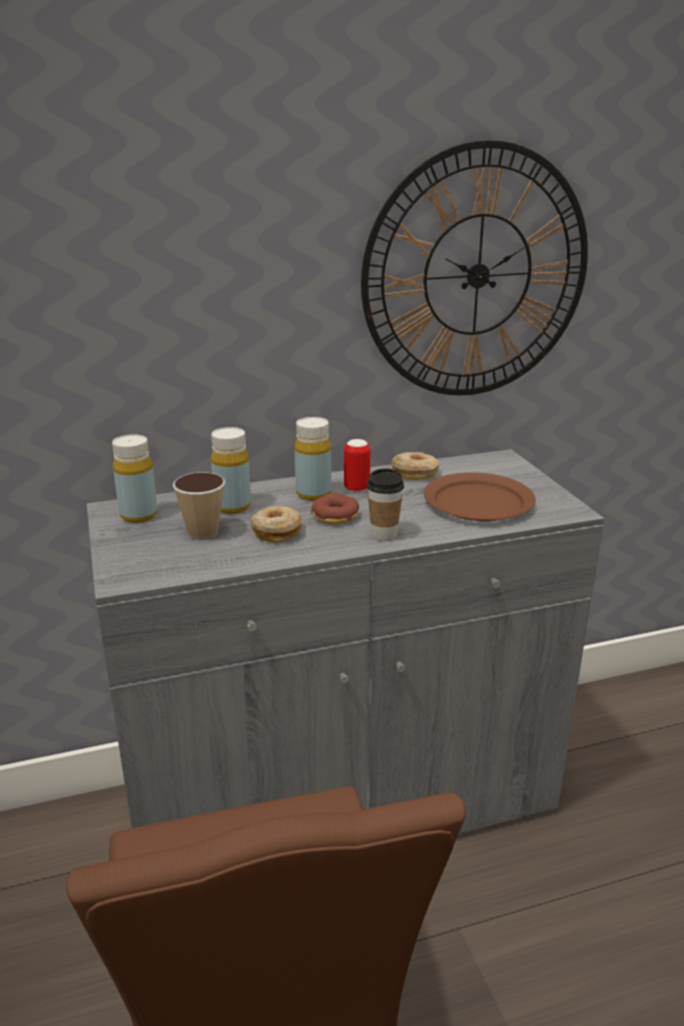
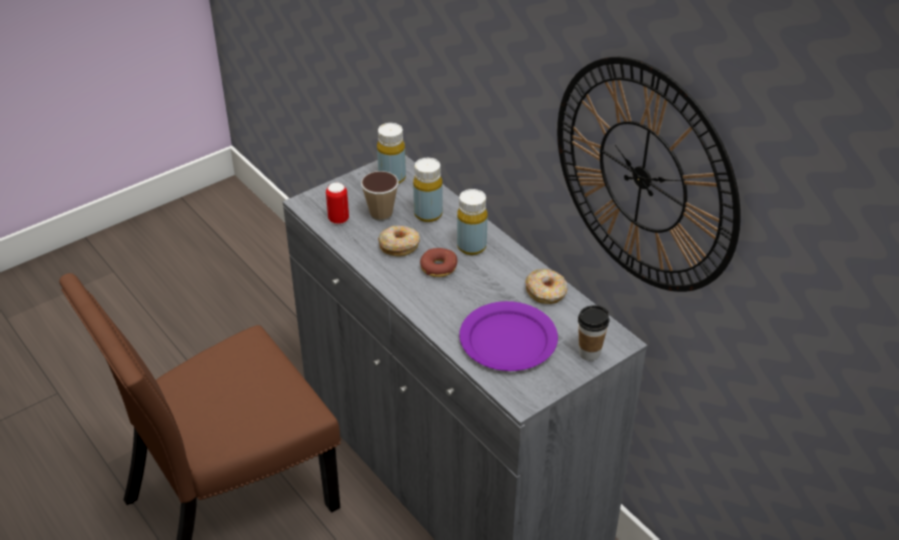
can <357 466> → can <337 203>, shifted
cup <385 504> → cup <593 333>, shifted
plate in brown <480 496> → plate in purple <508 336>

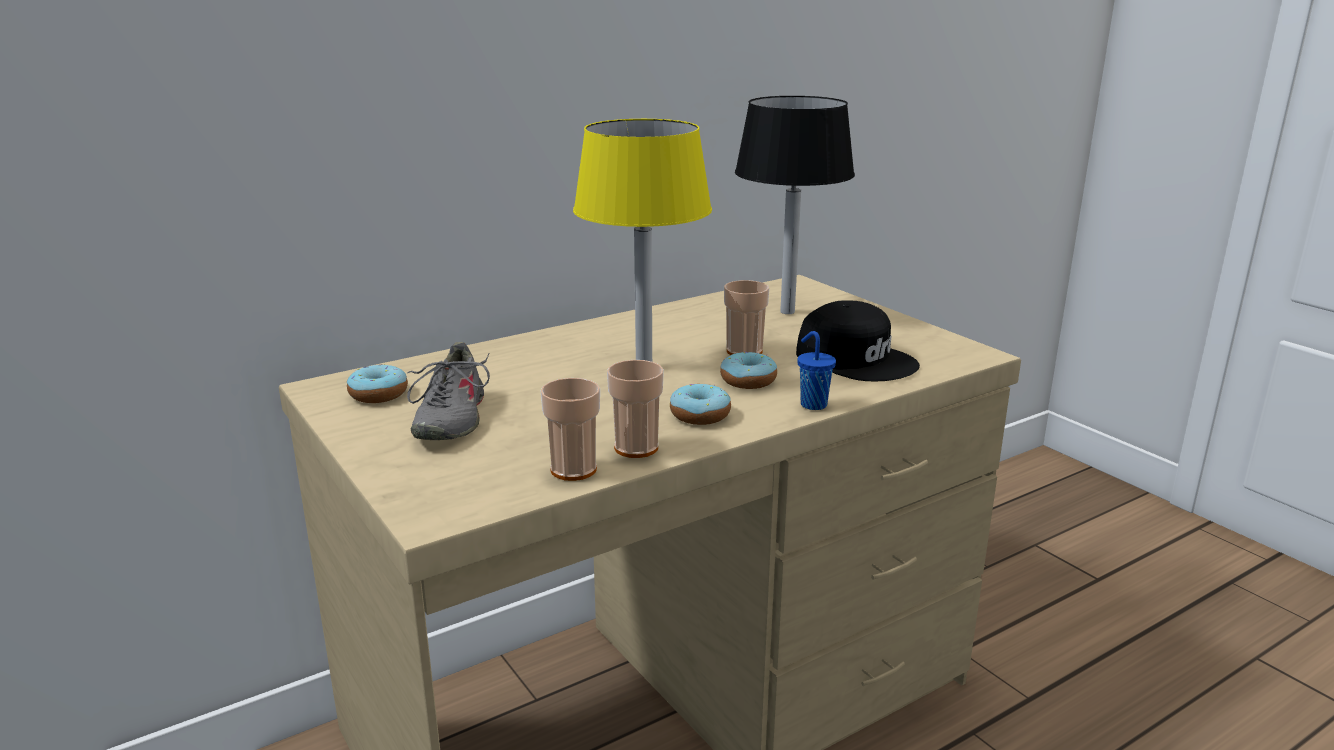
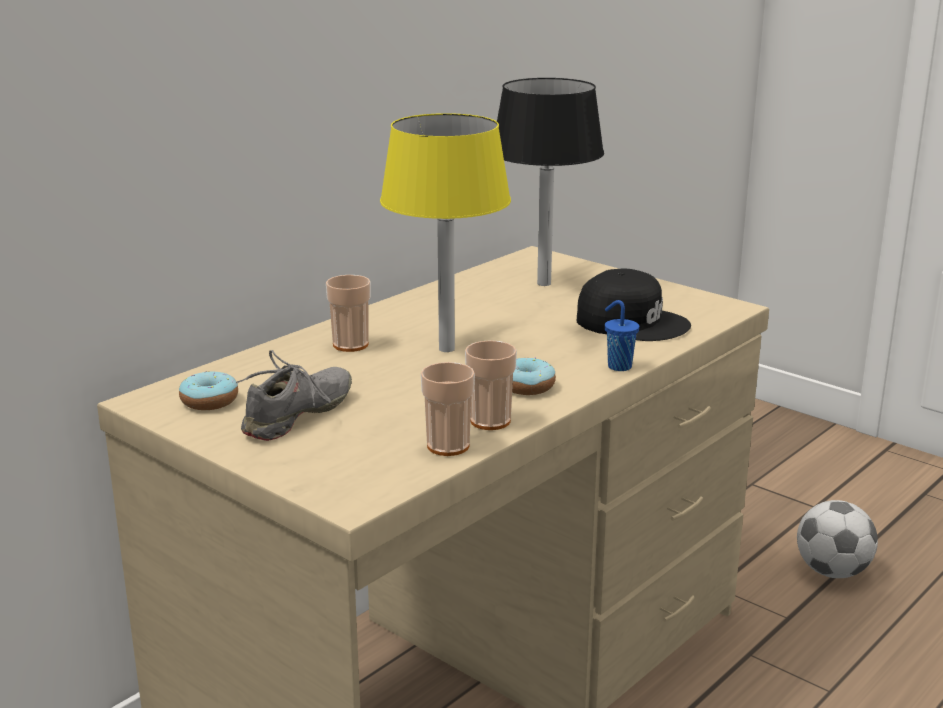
cup <746 317> → cup <348 313>, shifted
shoe in grey <448 391> → shoe in grey <294 395>, 135 degrees counterclockwise
donut <748 370> → -
- → football <837 539>

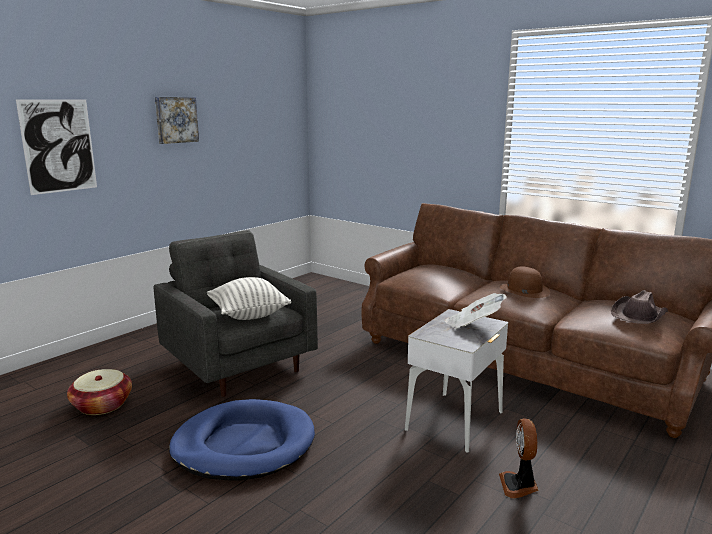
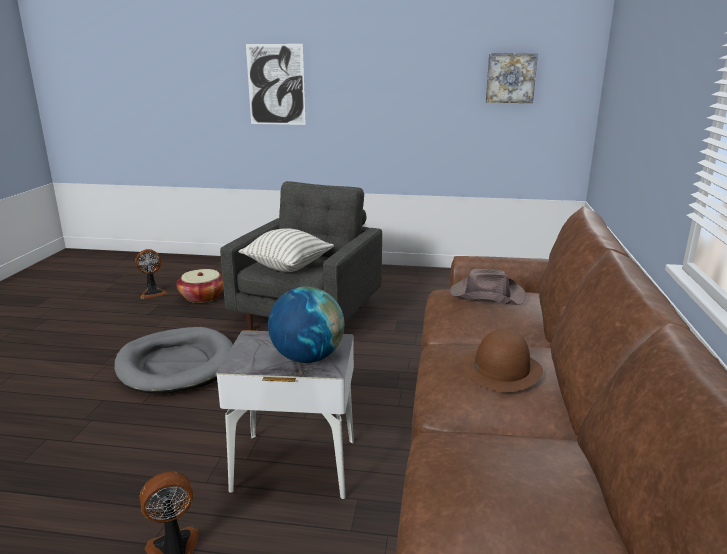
picture <177 120> → picture <512 78>, shifted
hat in brown <639 307> → hat in brown <488 287>, shifted
newspaper <476 311> → globe <306 325>
dog bed in blue <242 440> → dog bed in grey <173 360>
- → fan <151 274>

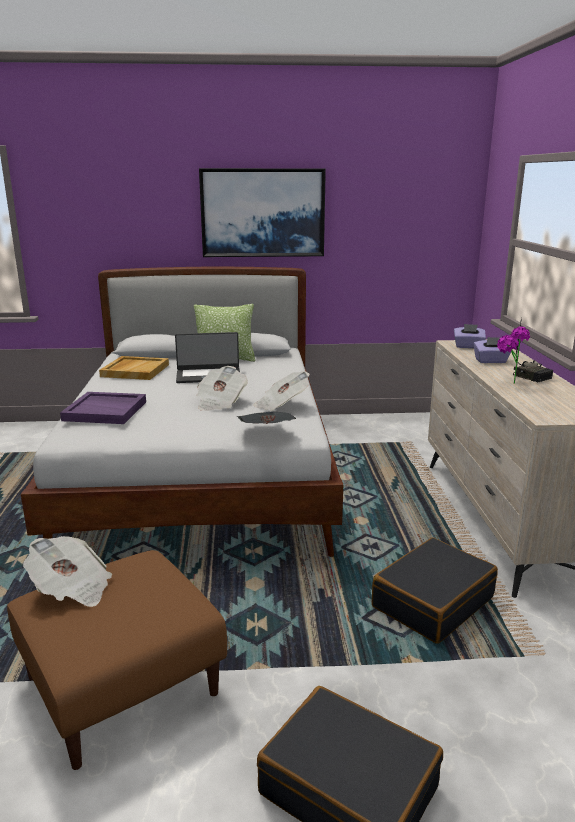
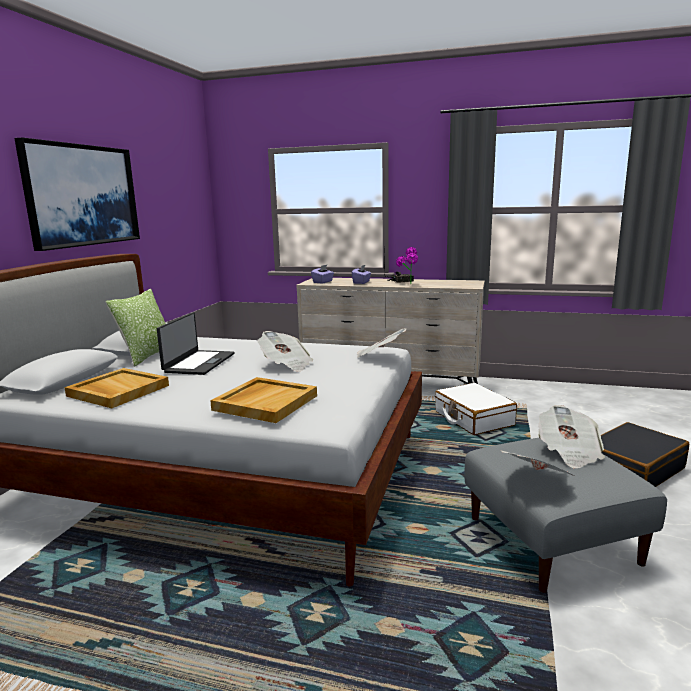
newspaper <282 391> → newspaper <571 436>, shifted
tray in purple <103 408> → tray in beige <263 400>
suitcase in black <435 591> → suitcase in white <476 409>
ottoman in brown <117 660> → ottoman in grey <565 515>

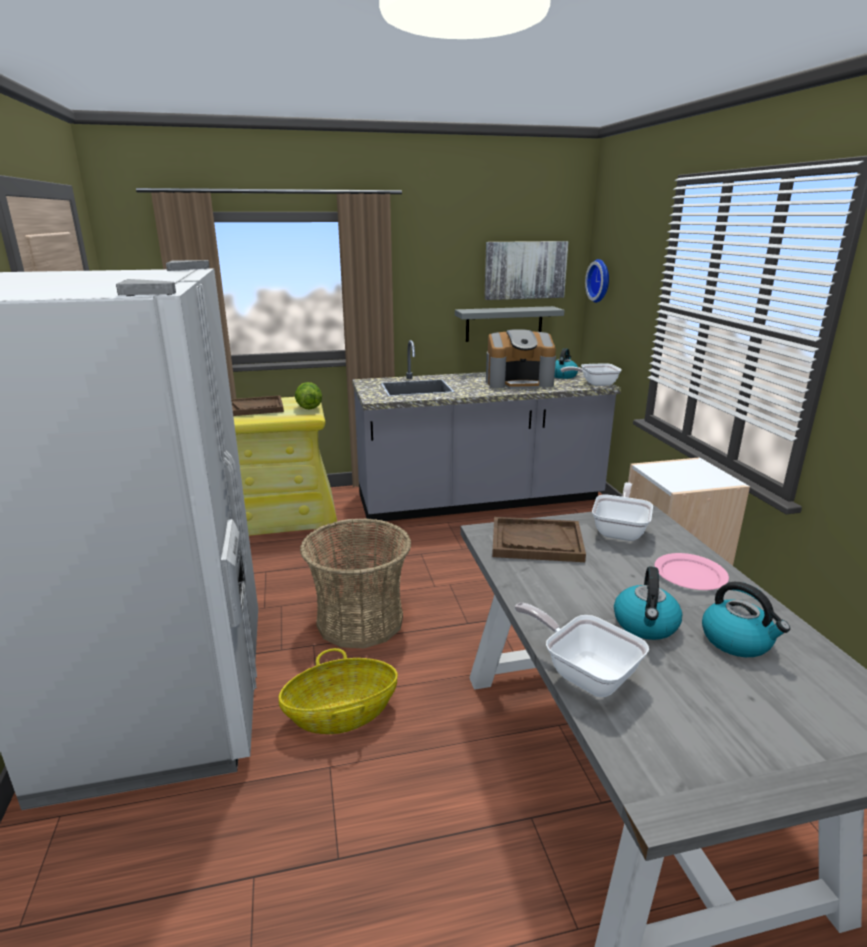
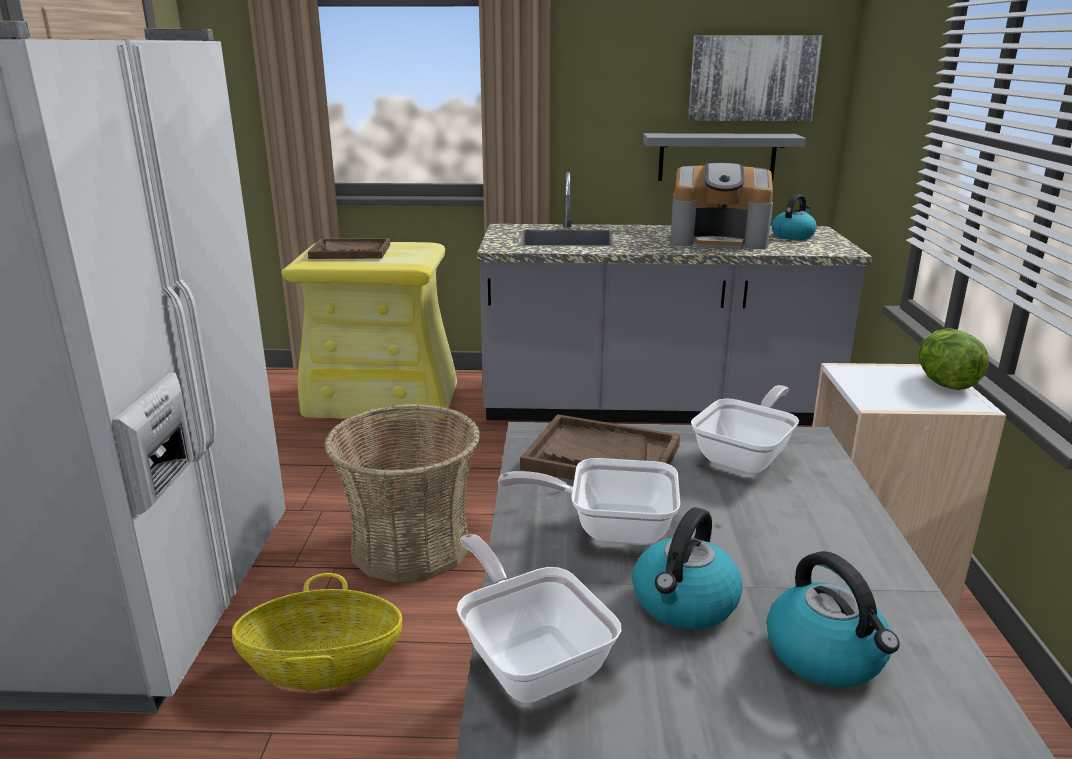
wall clock <597 281> → -
frying pan <591 374> → frying pan <589 501>, shifted
lettuce <308 395> → lettuce <954 359>, shifted
plate in pink <692 571> → -

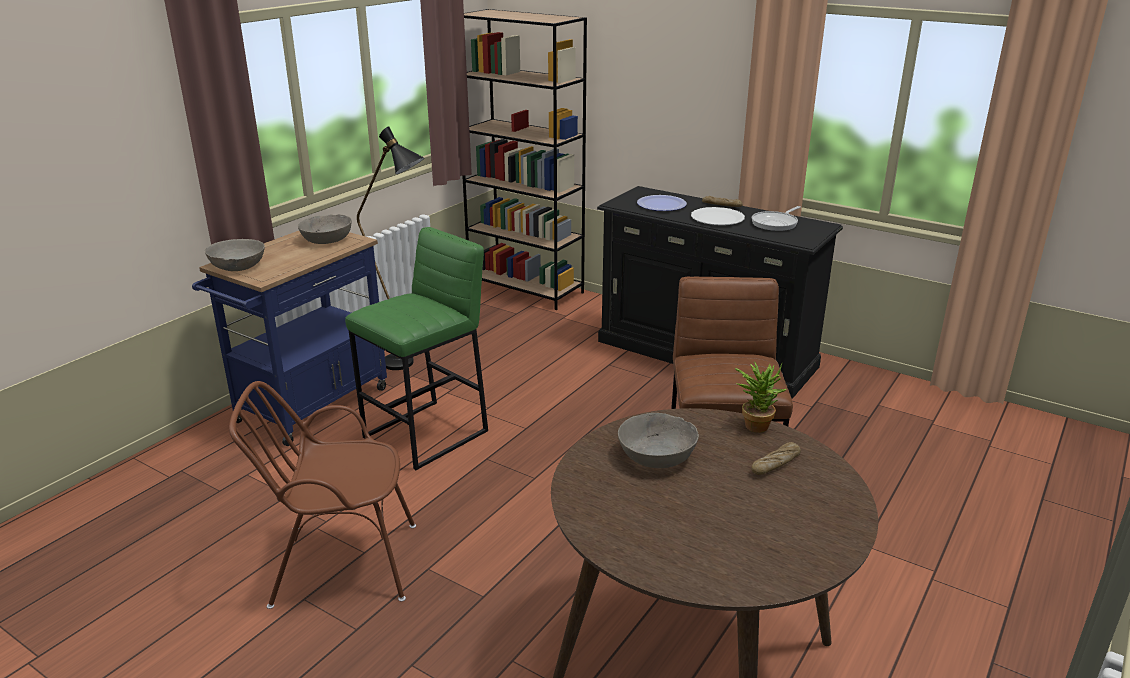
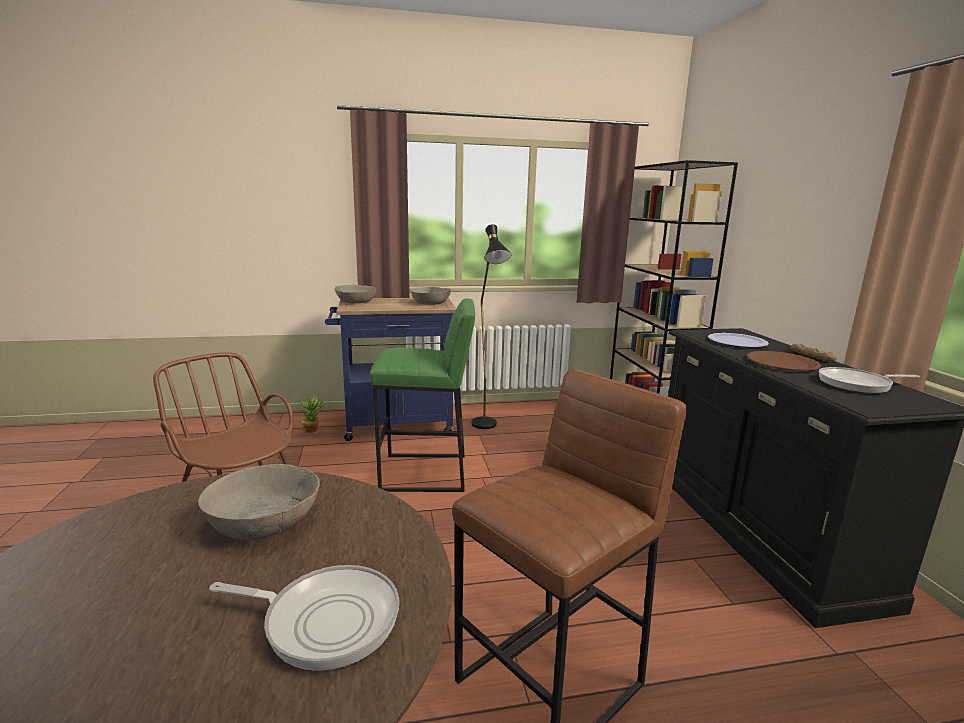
plate in white <718 216> → plate in brown <784 361>
potted plant <761 397> → potted plant <312 415>, shifted
bread <776 458> → frying pan <304 618>

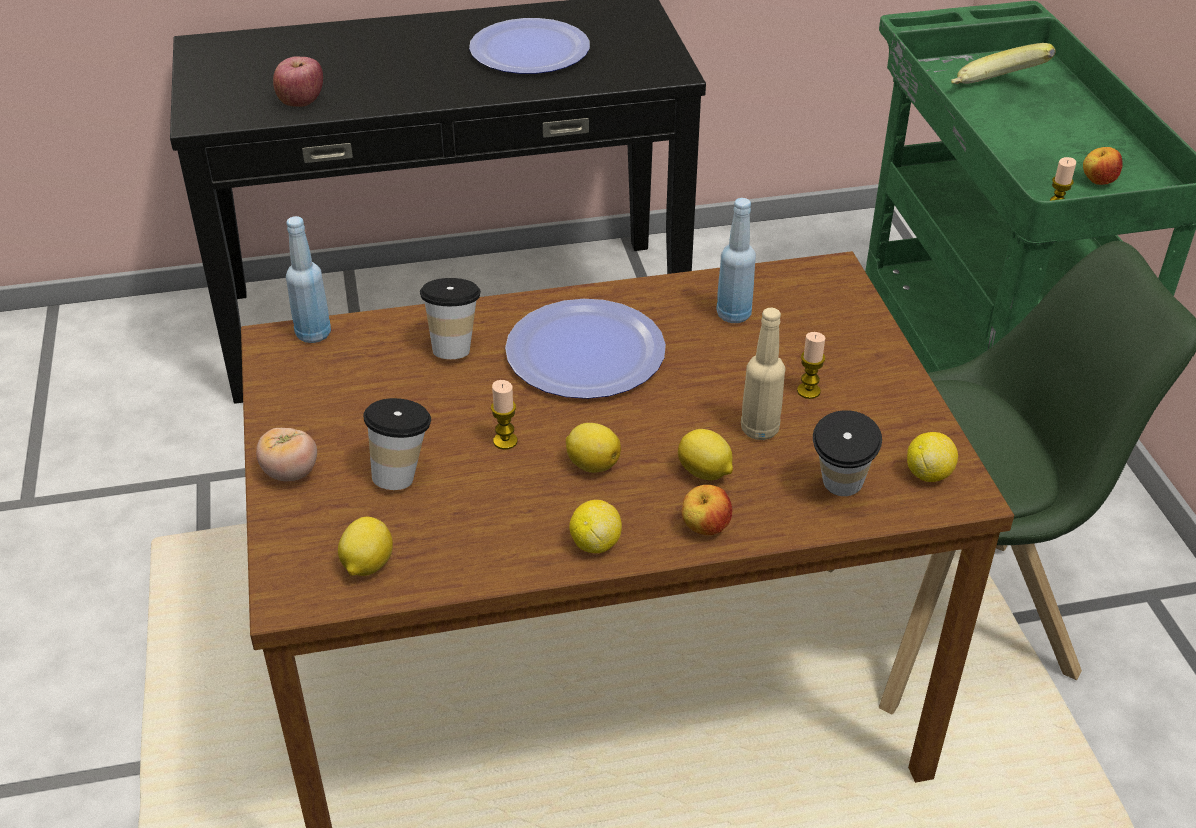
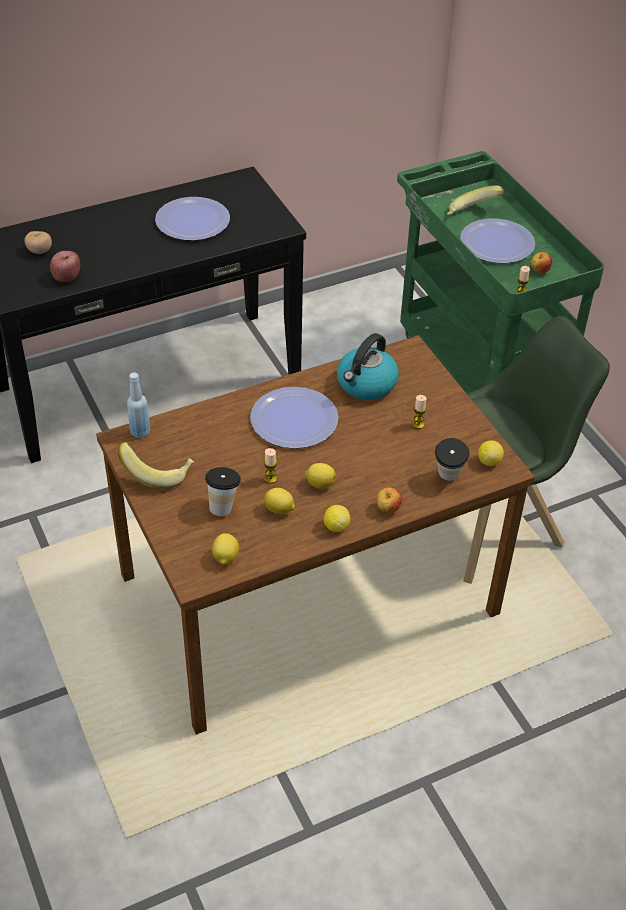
bottle in blue <736 260> → kettle <368 366>
cup <450 318> → -
bottle in beige <763 374> → -
tomato <286 454> → tomato <38 242>, shifted
lemon <705 454> → lemon <279 501>, shifted
- → plate <497 241>
- → banana <156 465>

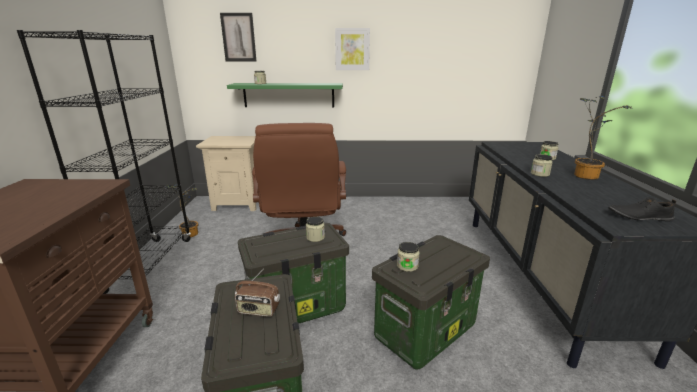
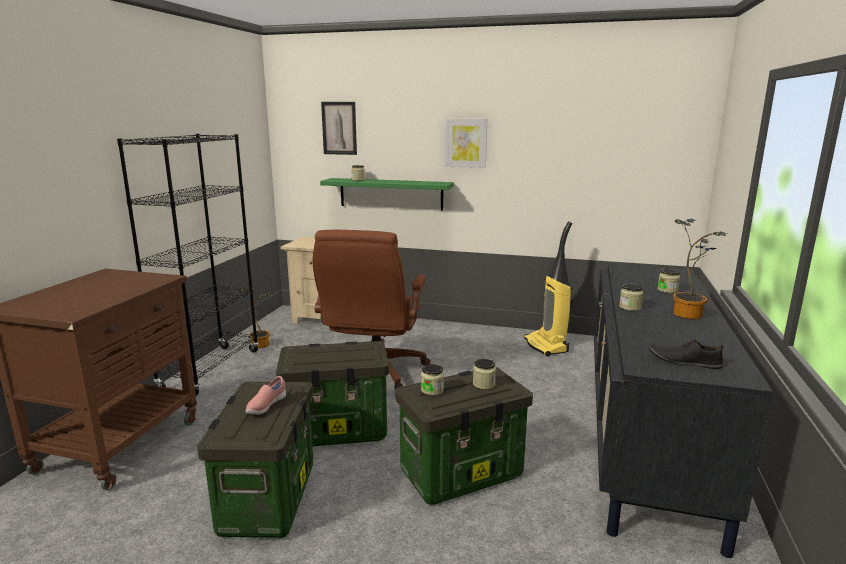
jar <315 229> → jar <484 374>, shifted
radio <257 292> → shoe in pink <265 395>
- → vacuum cleaner <548 289>

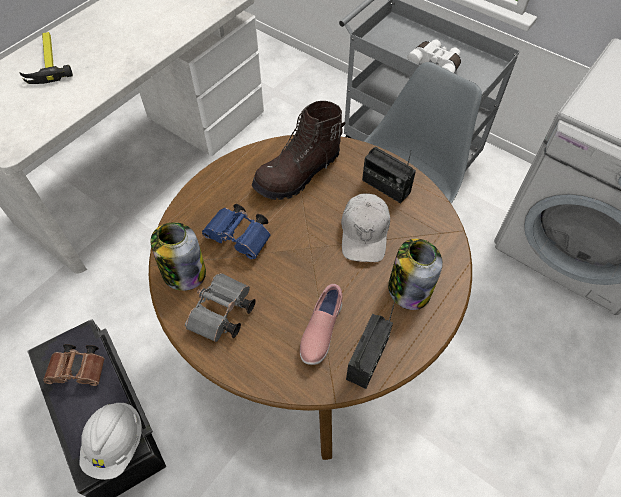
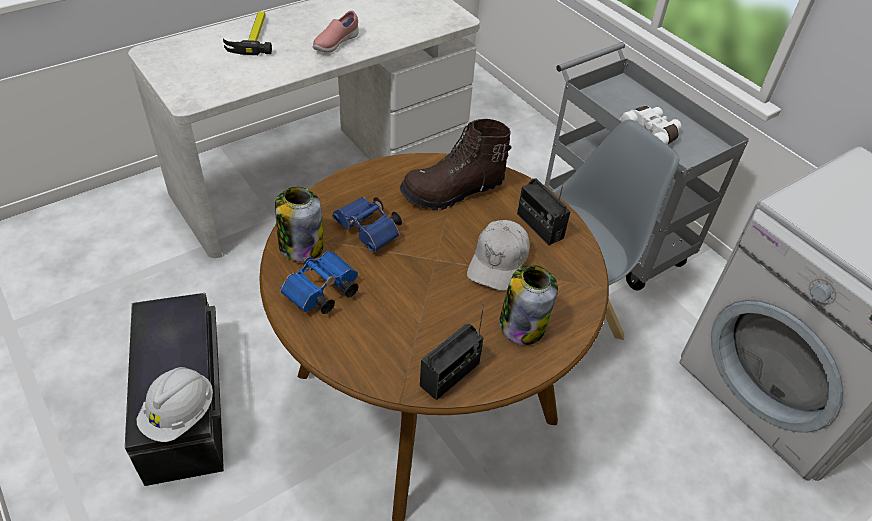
binoculars in grey <220 307> → binoculars in blue <320 282>
shoe in pink <321 324> → shoe in pink <336 32>, shifted
binoculars in brown <74 365> → -

